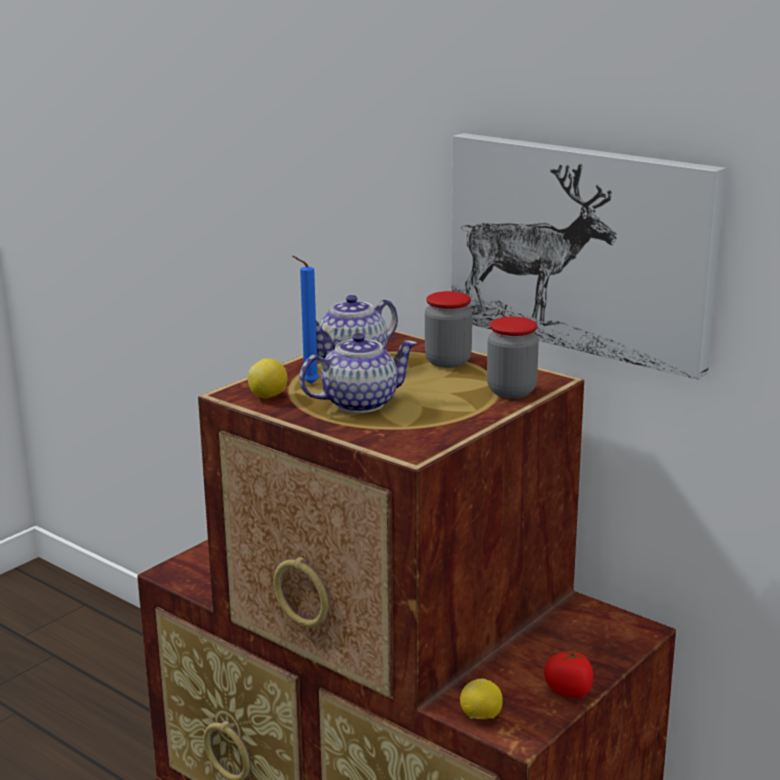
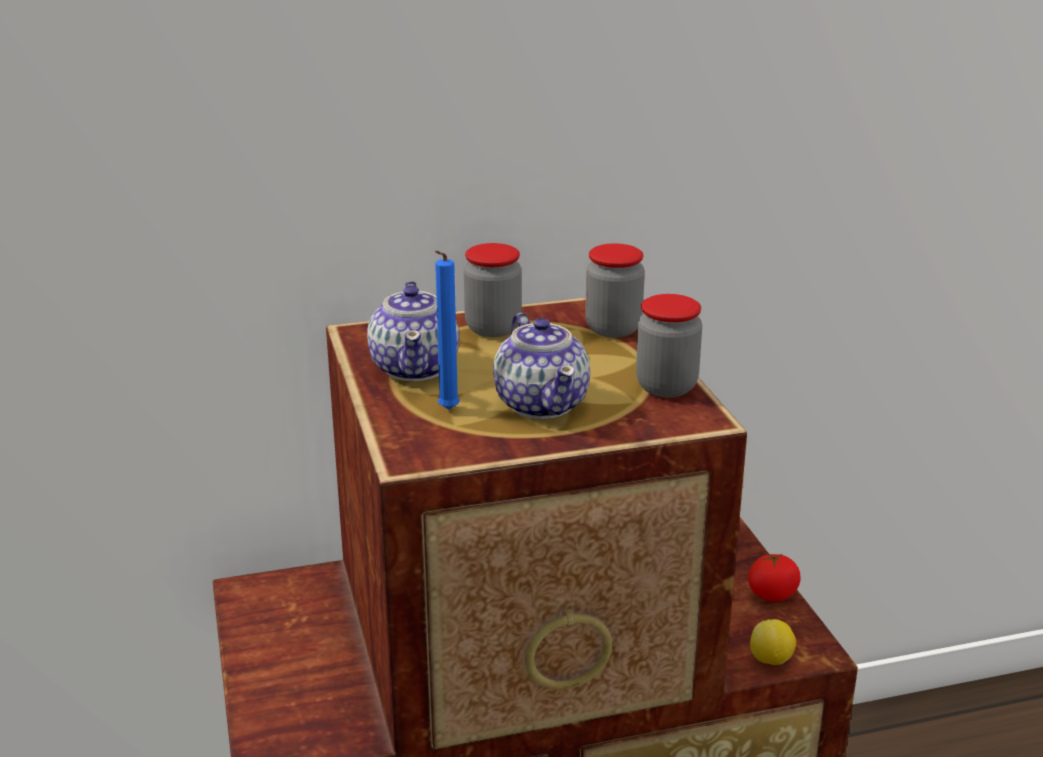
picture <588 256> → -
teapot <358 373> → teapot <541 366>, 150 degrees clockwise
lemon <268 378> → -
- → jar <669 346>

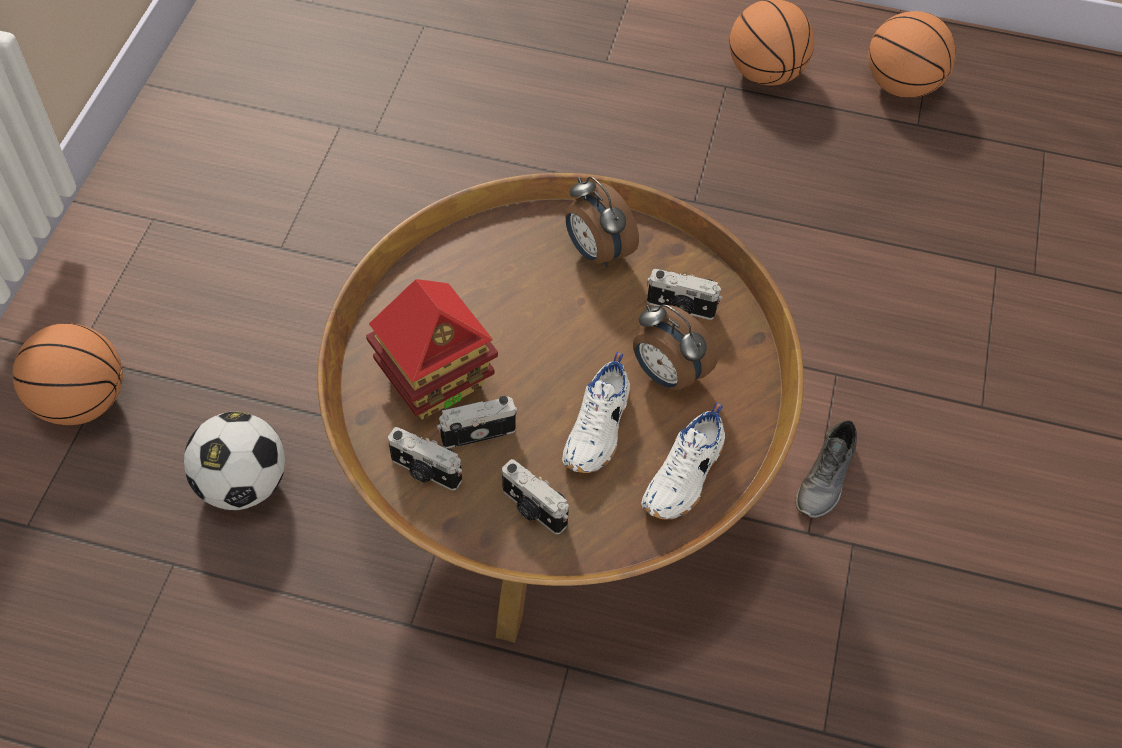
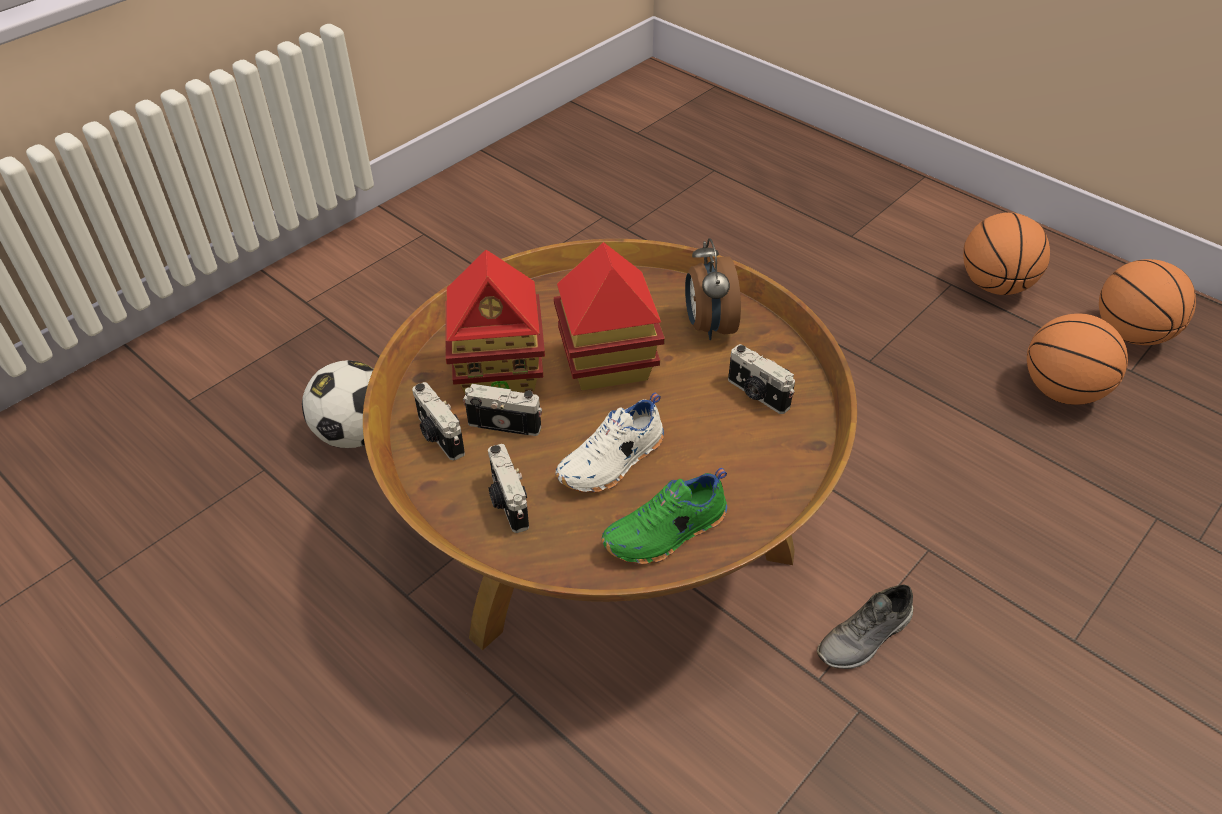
alarm clock <675 347> → -
basketball <68 374> → basketball <1077 359>, shifted
shoe in white <683 461> → shoe in green <664 516>
- → toy house <609 316>

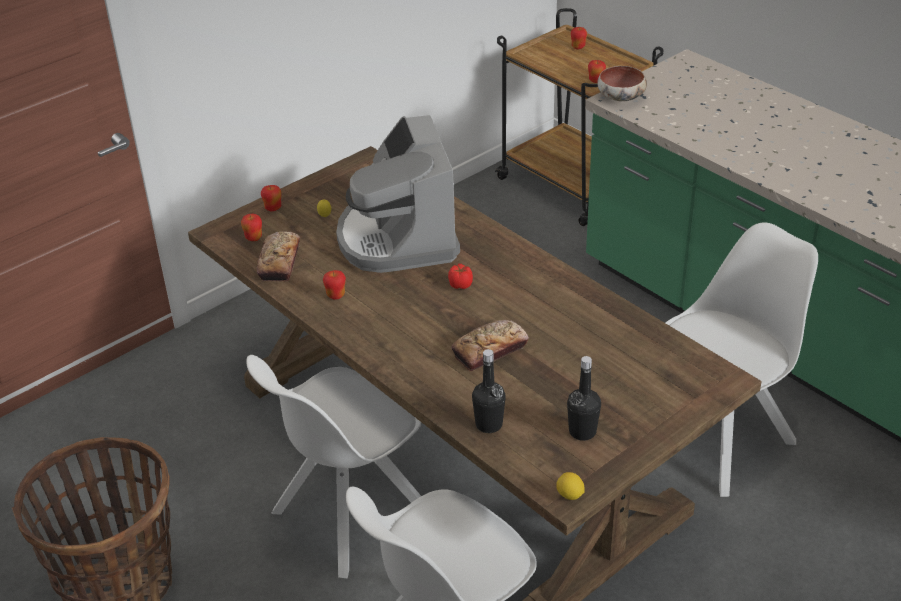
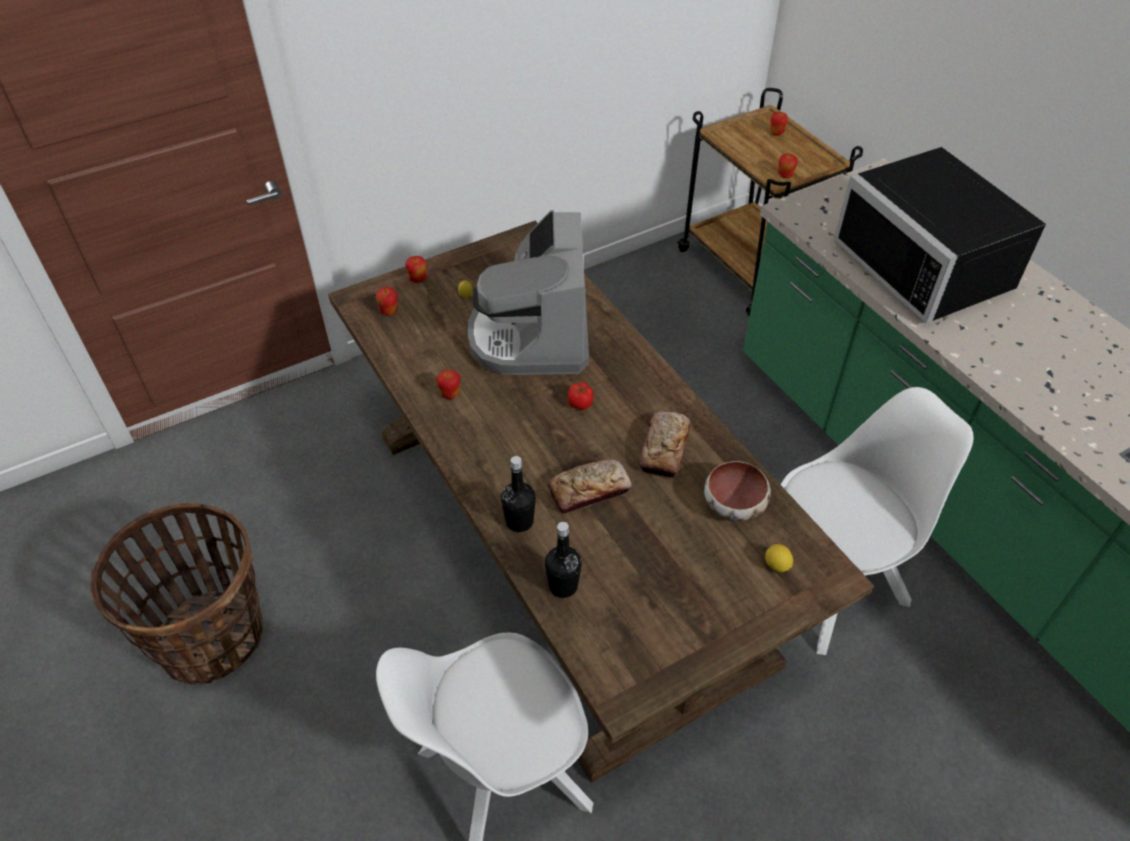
bowl <622 83> → bowl <737 491>, shifted
bread <278 256> → bread <665 445>, shifted
chair in white <333 467> → -
bottle in black <584 398> → bottle in black <518 494>, shifted
lemon <570 486> → lemon <779 558>, shifted
- → microwave in black <940 235>

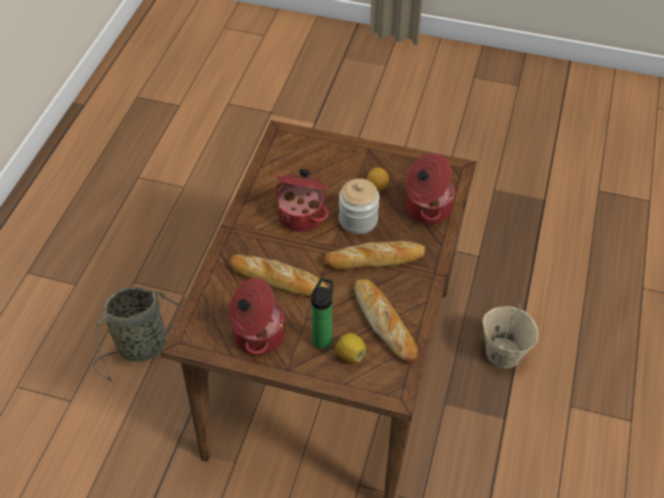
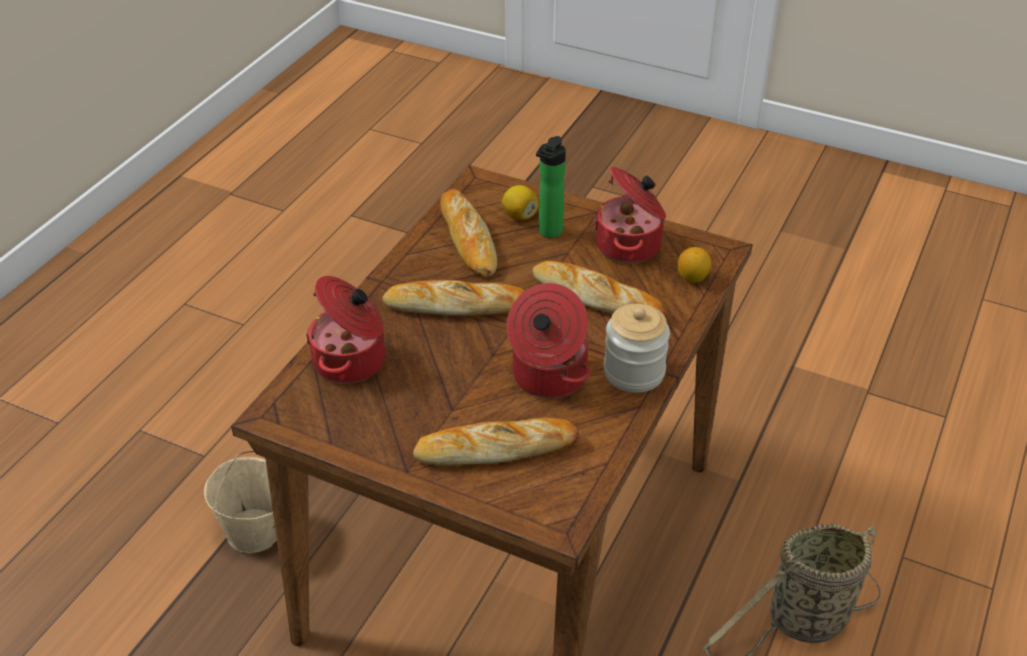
lemon <378 179> → lemon <694 265>, shifted
jar <359 206> → jar <637 348>, shifted
- → bread <496 442>

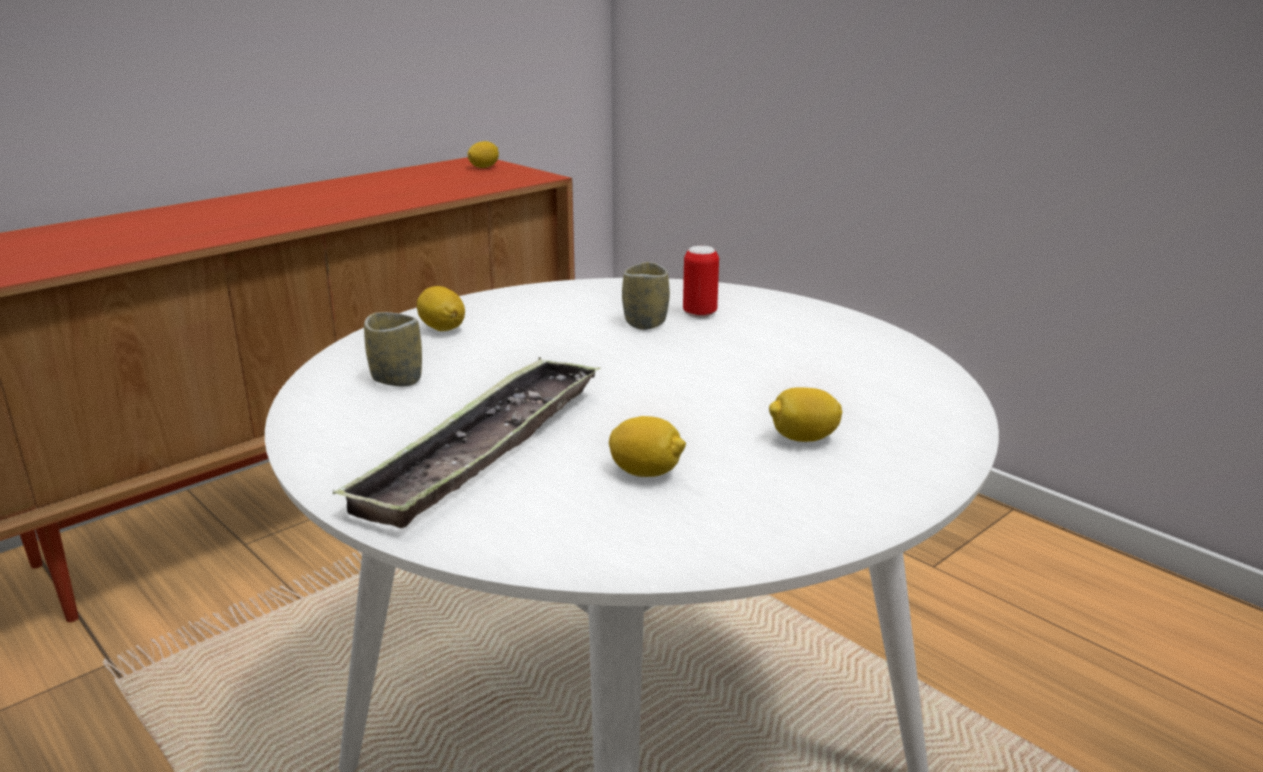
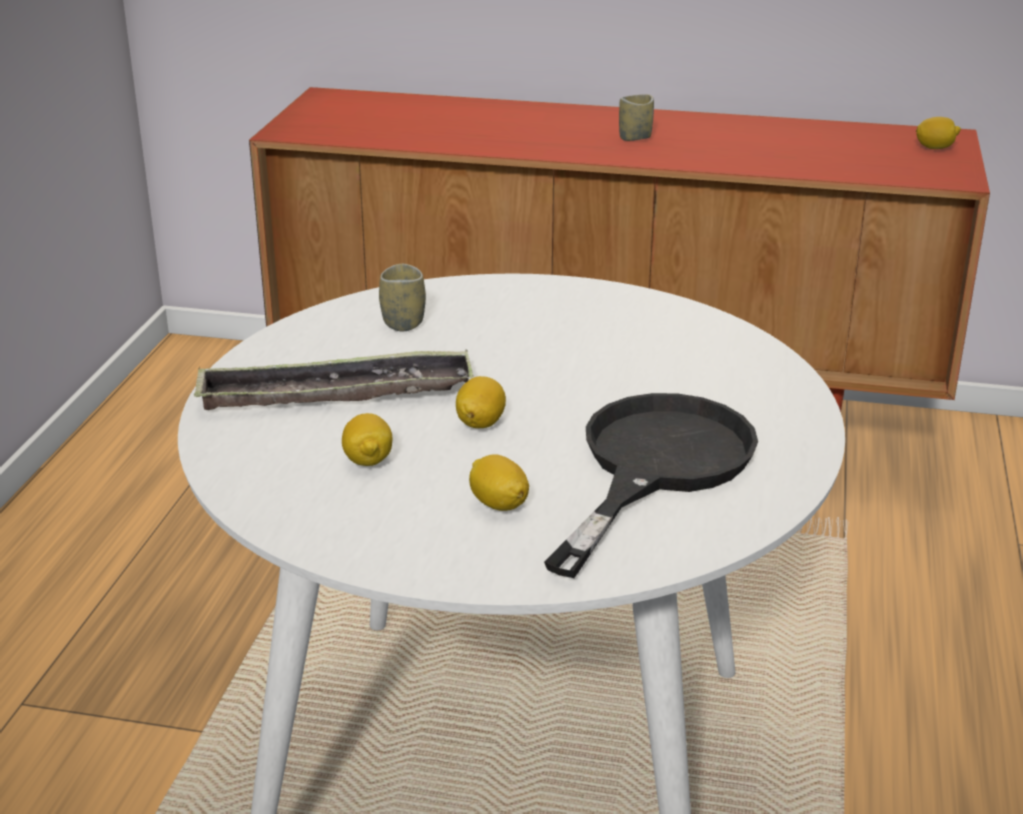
can <701 282> → -
cup <646 296> → cup <636 117>, shifted
lemon <441 308> → lemon <481 402>, shifted
- → frying pan in black <651 485>

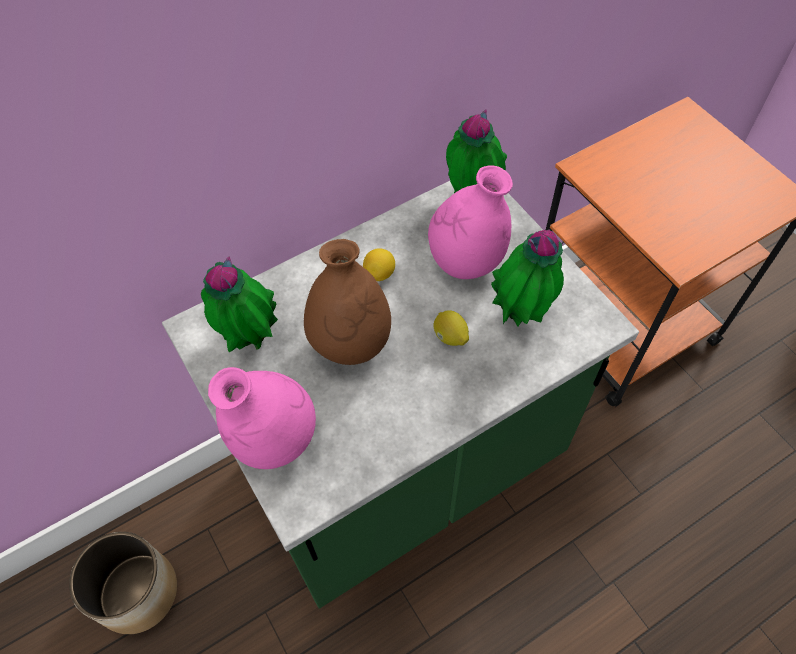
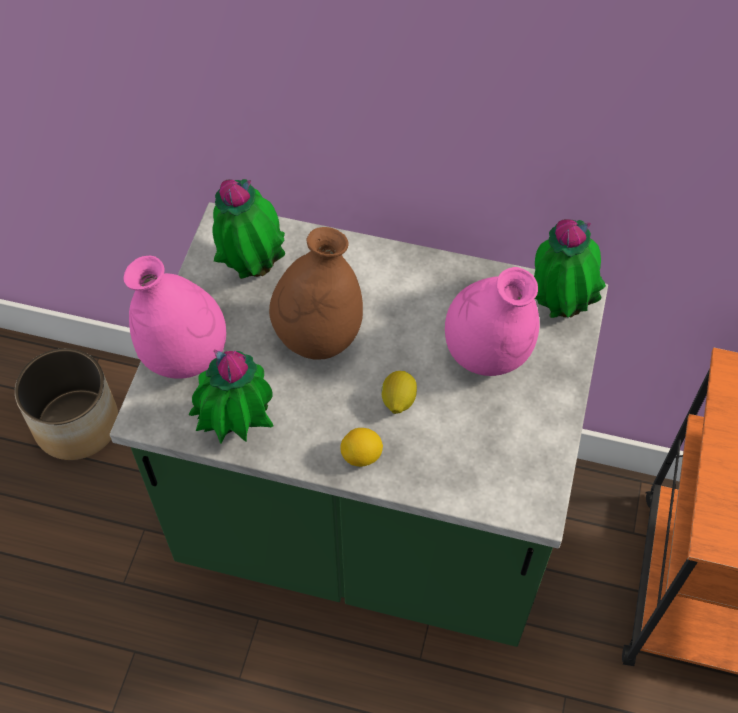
potted plant <527 277> → potted plant <231 396>, shifted
lemon <379 264> → lemon <361 447>, shifted

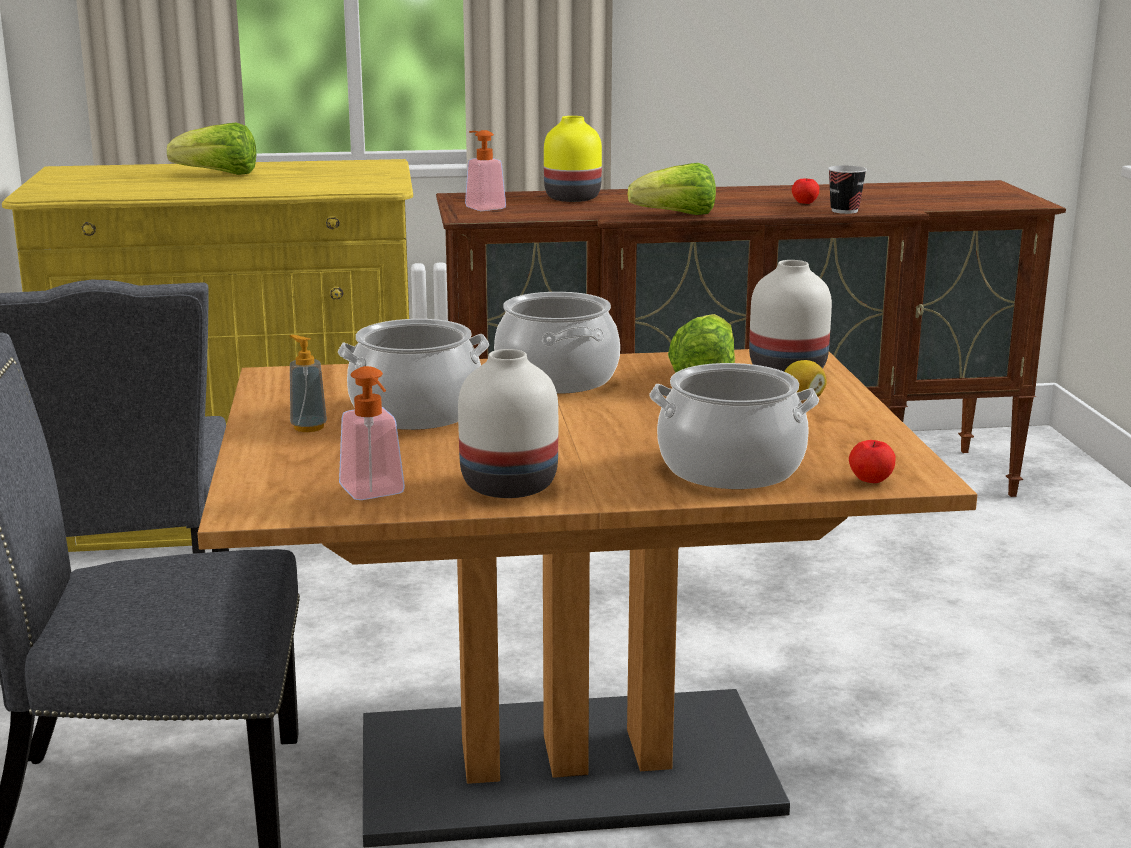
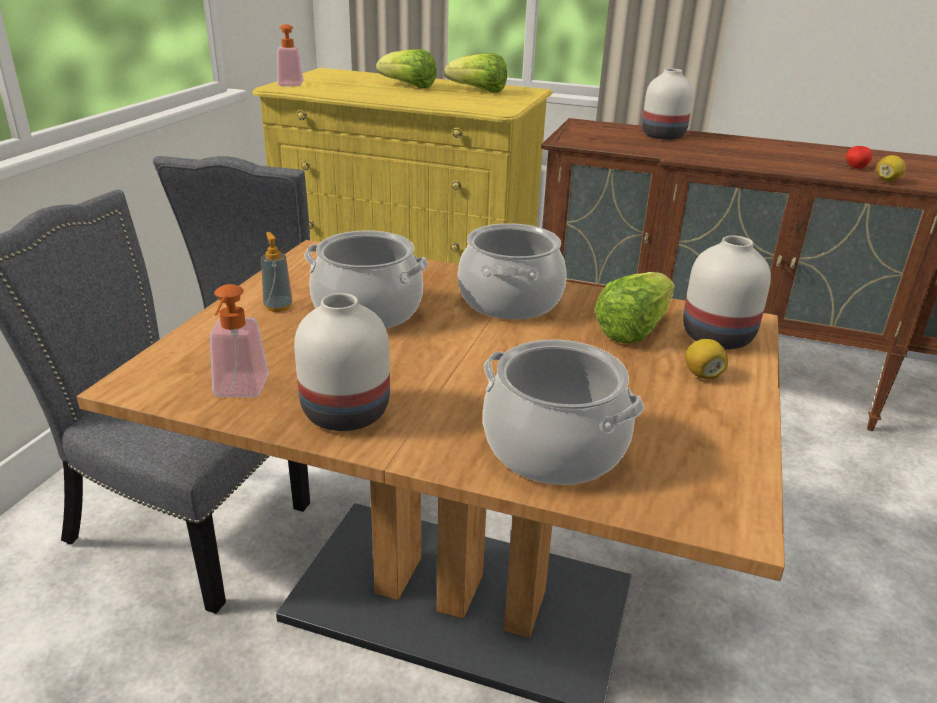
vase in yellow <573 159> → vase in white <667 104>
soap dispenser <485 170> → soap dispenser <290 55>, shifted
lettuce <672 189> → lettuce <476 72>, shifted
cup <847 189> → lemon <891 168>
apple <872 461> → -

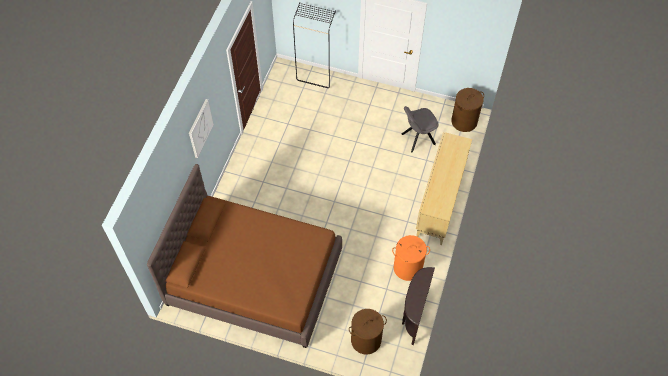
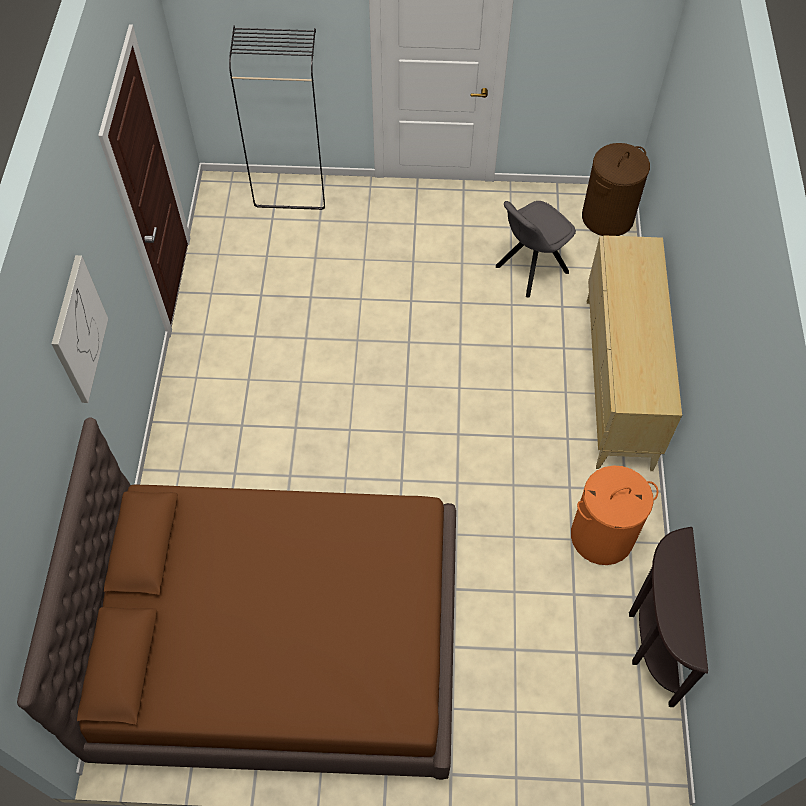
laundry basket in brown <368 331> → -

